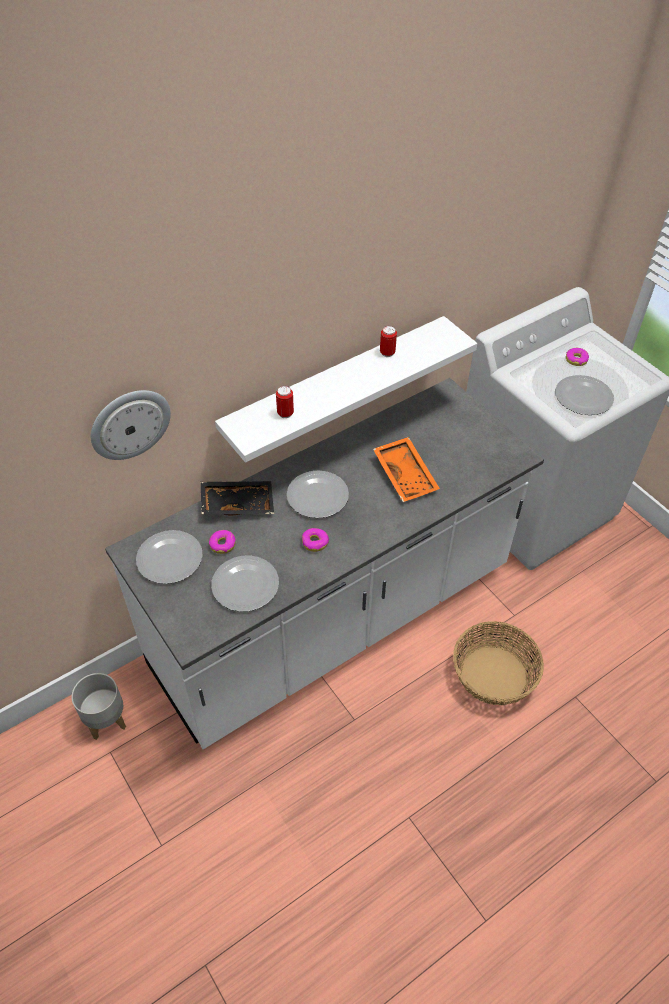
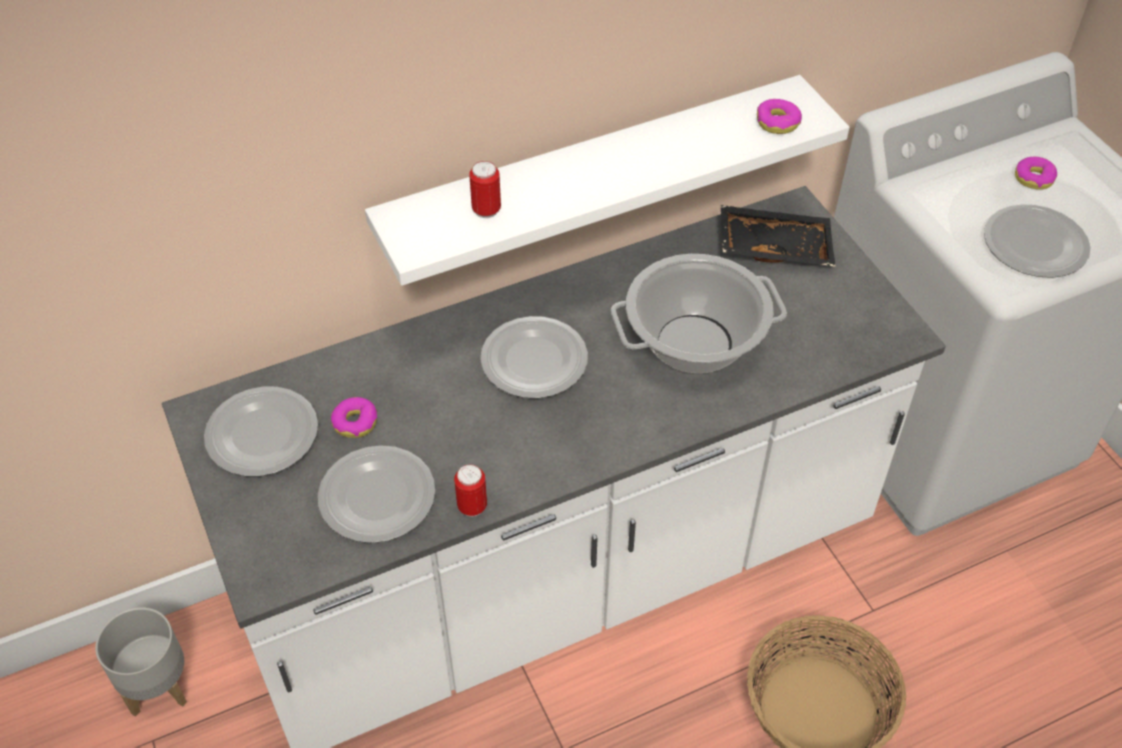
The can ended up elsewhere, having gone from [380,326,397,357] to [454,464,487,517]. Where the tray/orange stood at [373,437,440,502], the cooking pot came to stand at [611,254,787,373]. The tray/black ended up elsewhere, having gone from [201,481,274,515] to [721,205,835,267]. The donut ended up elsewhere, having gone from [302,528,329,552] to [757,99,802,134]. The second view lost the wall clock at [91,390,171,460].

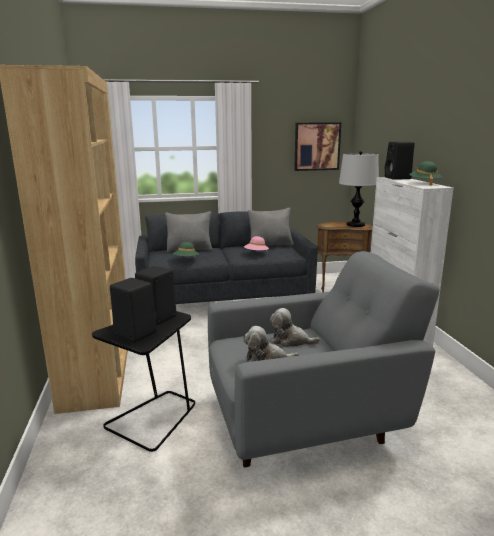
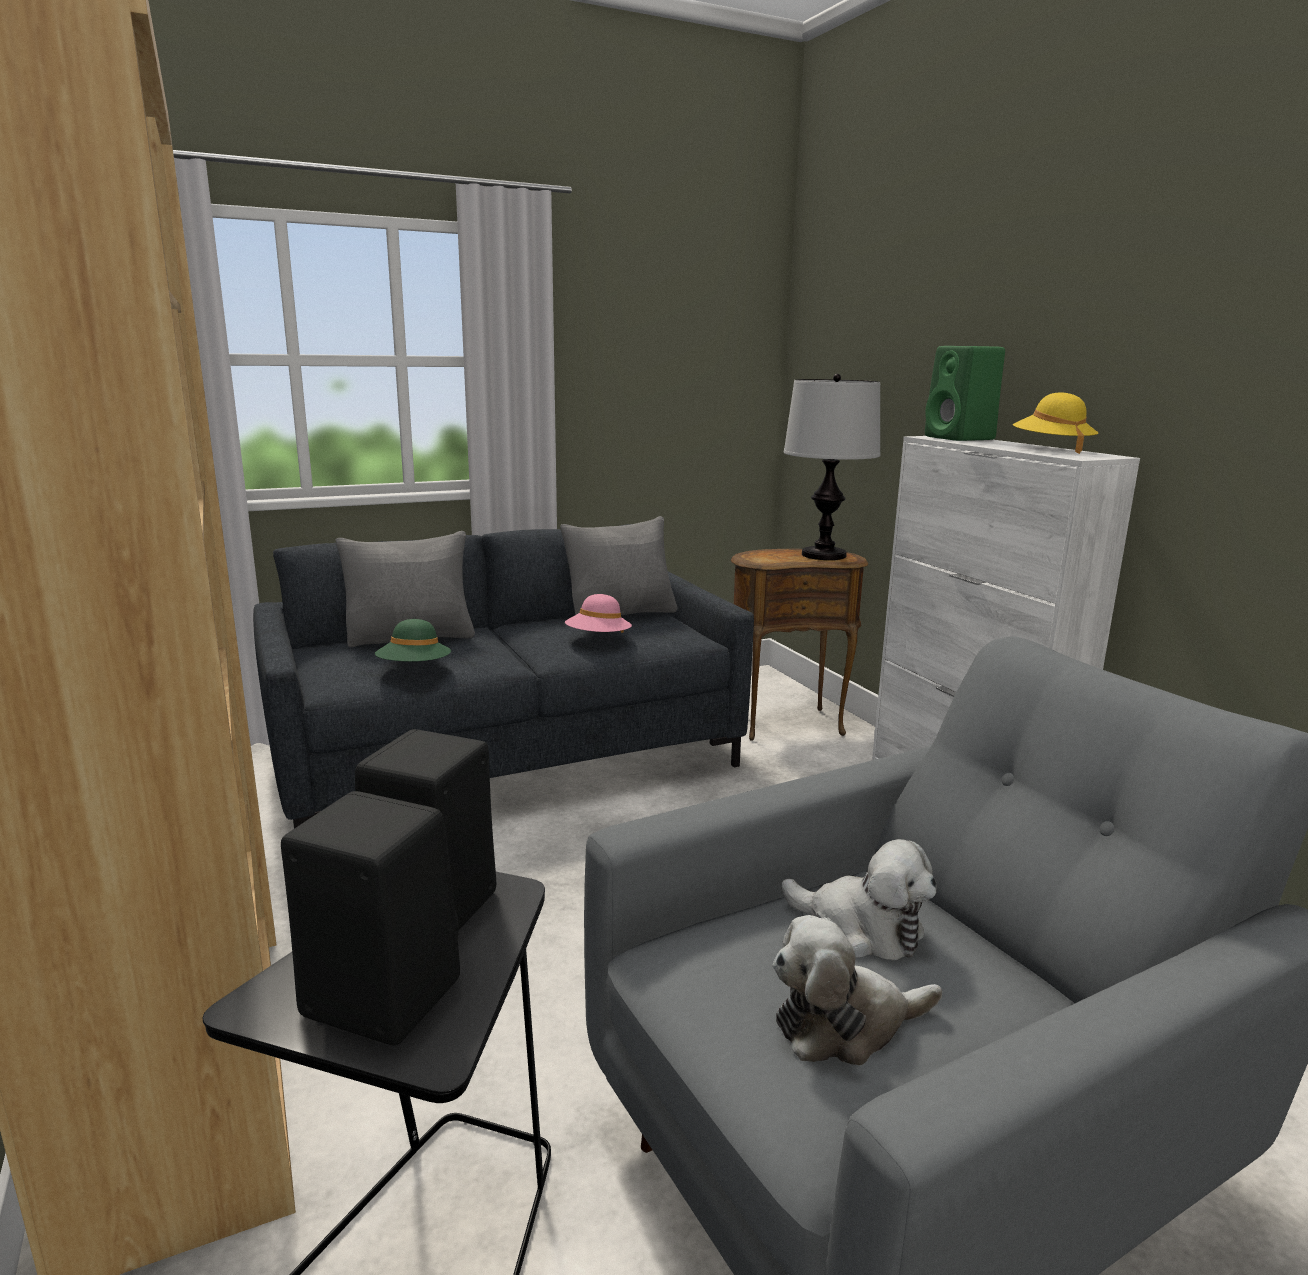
The plush toy at [270,308,320,347] ended up facing another way, 150 degrees counterclockwise from before. What was the speaker/black at [385,141,415,180] turned into the speaker/green at [925,346,1005,441]. What was the hat/green at [409,161,443,185] turned into the hat/yellow at [1013,392,1098,454]. The second view lost the picture at [294,122,341,171].

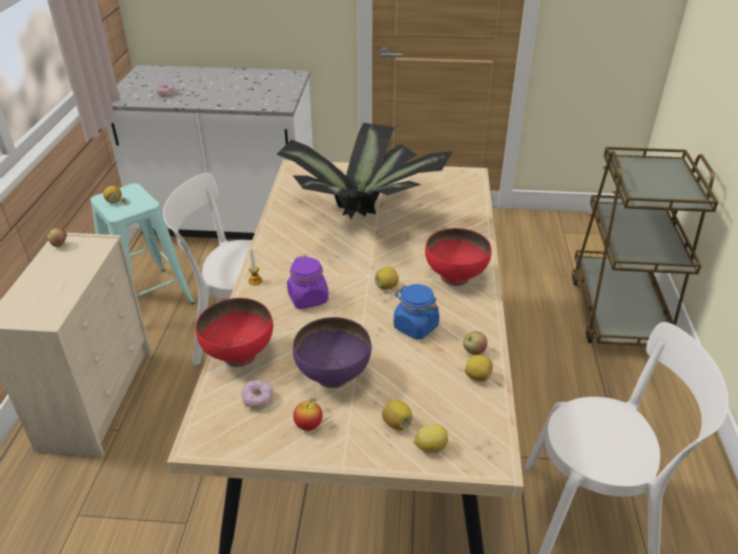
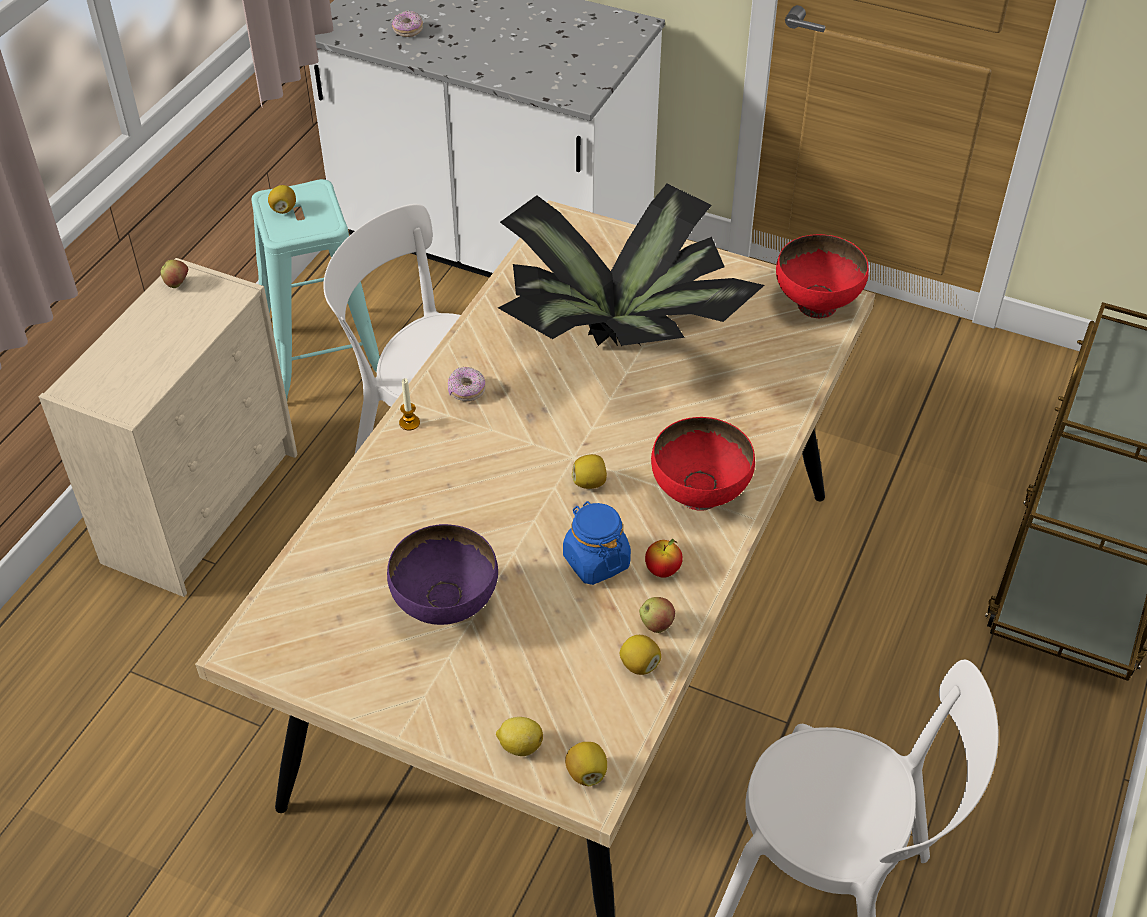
The donut ended up elsewhere, having gone from [241,380,274,409] to [448,367,486,402]. The lemon ended up elsewhere, having gone from [382,400,413,430] to [565,742,607,786]. The apple ended up elsewhere, having gone from [293,398,323,431] to [645,539,683,577]. The bowl/red ended up elsewhere, having gone from [196,298,273,367] to [776,234,869,318]. The second view lost the jar/purple at [287,256,329,309].

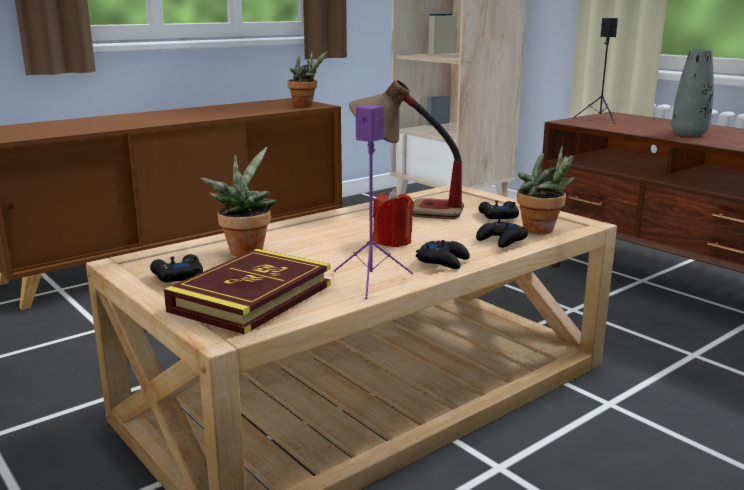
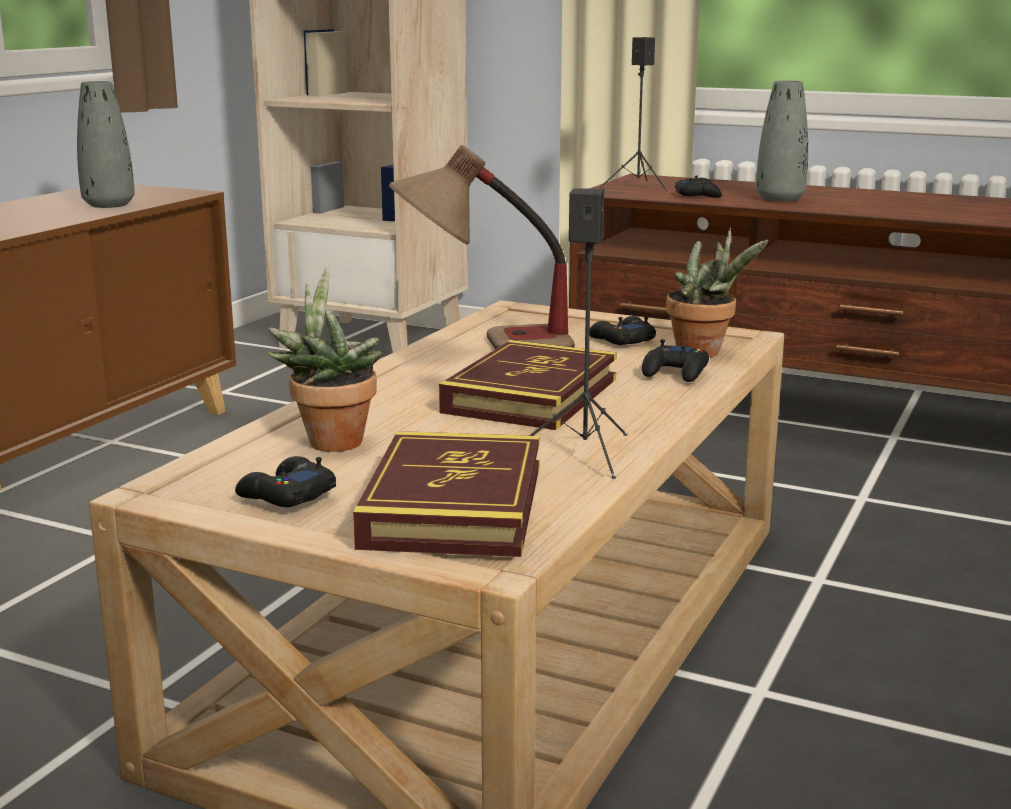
The second view gained the vase/grey at [77,81,135,208]. Where the candle/red stood at [373,188,414,247], the book came to stand at [439,340,617,430]. What was the speaker/purple at [334,105,413,299] turned into the speaker/black at [529,188,627,479]. The game controller/black ended up elsewhere, having gone from [416,240,470,269] to [674,176,722,198]. The second view lost the potted plant at [288,50,328,106].

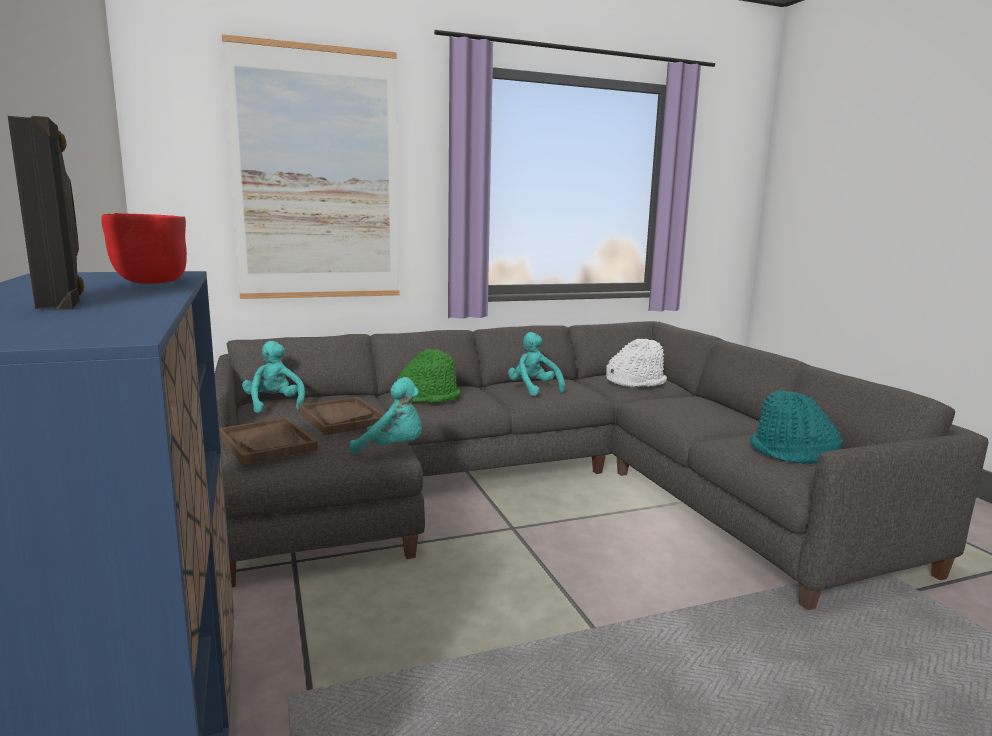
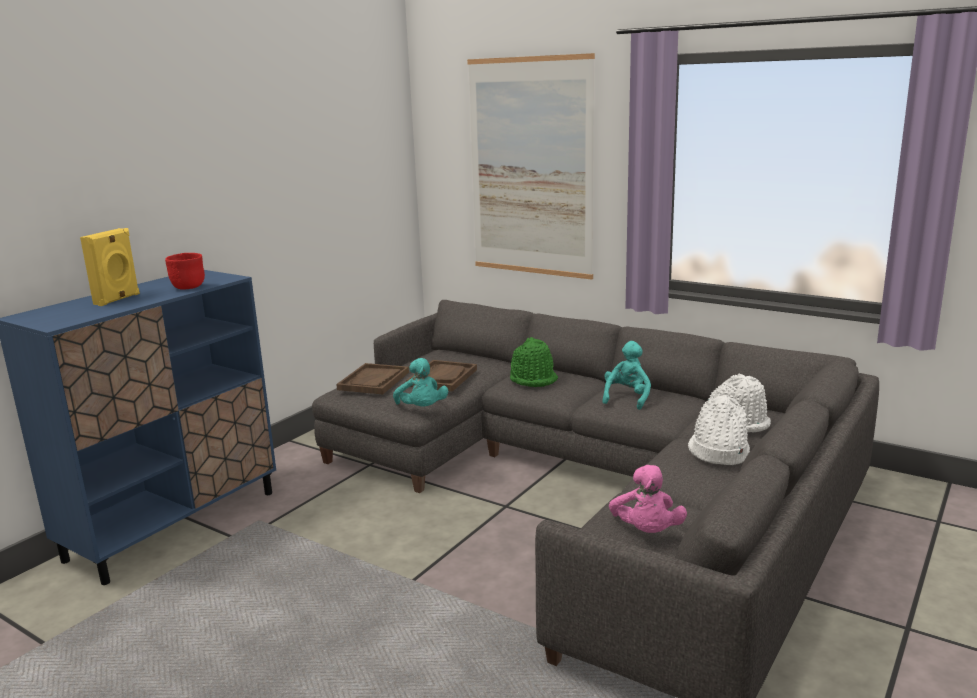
What was the speaker/black at [8,116,84,310] turned into the speaker/yellow at [80,228,140,306]. Where the hat/turquoise stood at [750,390,843,464], the plush toy/pink came to stand at [609,465,687,533]. The second view gained the hat/white at [688,395,750,465]. The second view lost the plush toy/turquoise at [242,341,305,413].

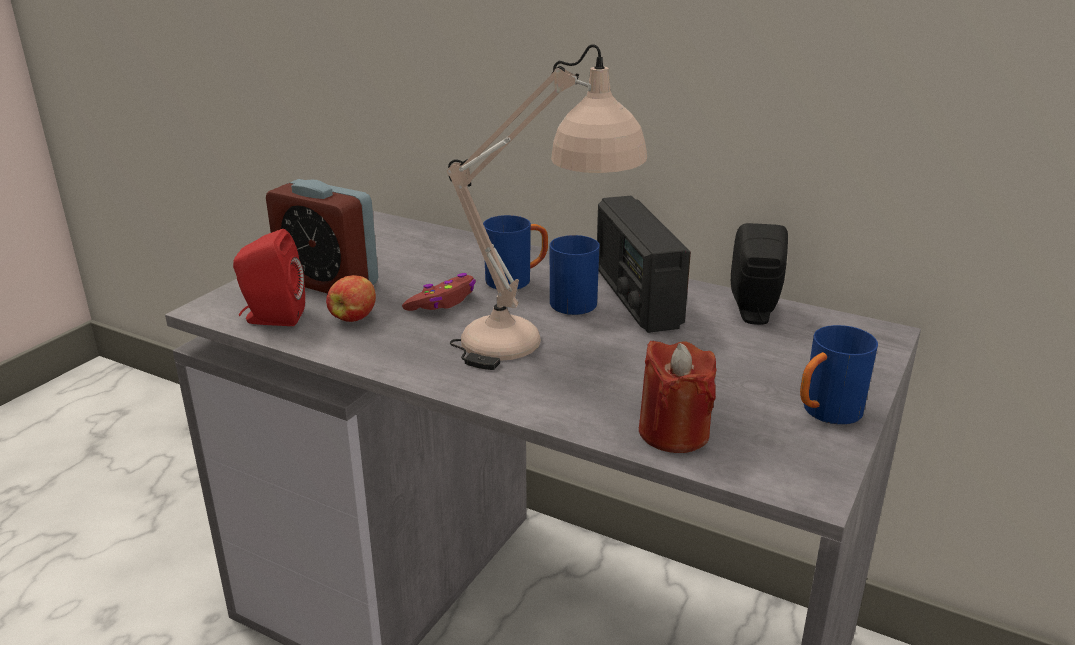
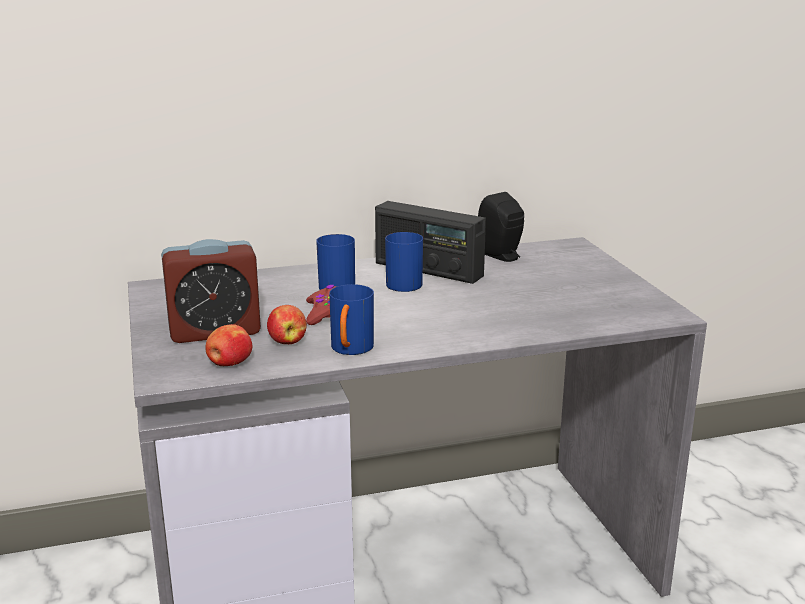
Where the speaker/red stood at [233,229,305,326], the apple came to stand at [205,324,253,366]. The mug/blue ended up elsewhere, having gone from [800,325,878,424] to [329,284,374,355]. The second view lost the table lamp/beige at [447,44,647,370]. The second view lost the candle/red at [639,340,717,453].

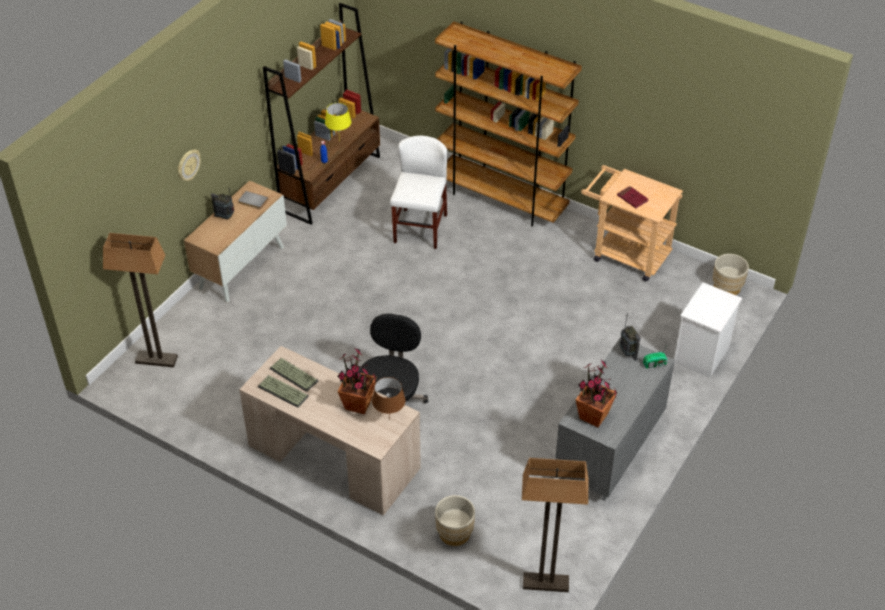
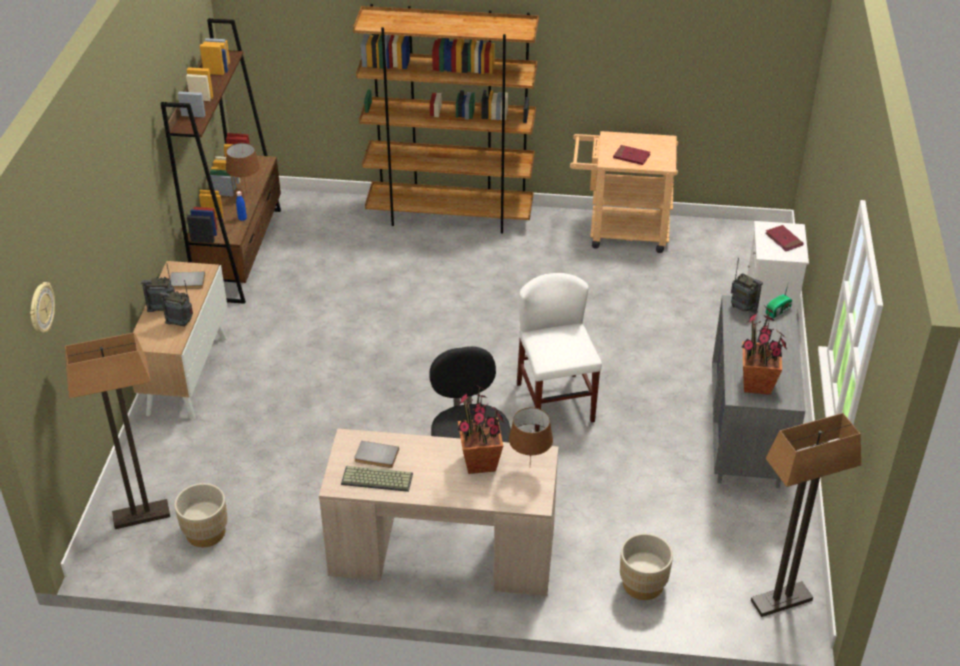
The wall clock ended up elsewhere, having gone from [178,149,201,181] to [30,282,55,333]. The second view gained the radio at [160,280,193,327]. The planter/beige ended up elsewhere, having gone from [713,254,749,295] to [174,483,228,547]. What was the table lamp/yellow at [325,103,351,141] turned into the table lamp/brown at [226,143,260,189]. Where the keyboard stood at [270,358,318,392], the book/grey came to stand at [354,441,399,468]. The chair/white ended up elsewhere, having gone from [390,135,447,249] to [517,273,602,432]. The second view gained the book/red at [765,225,804,251].

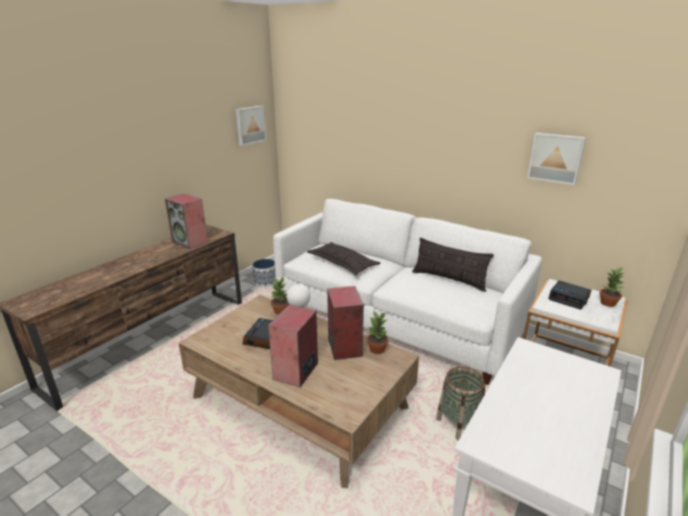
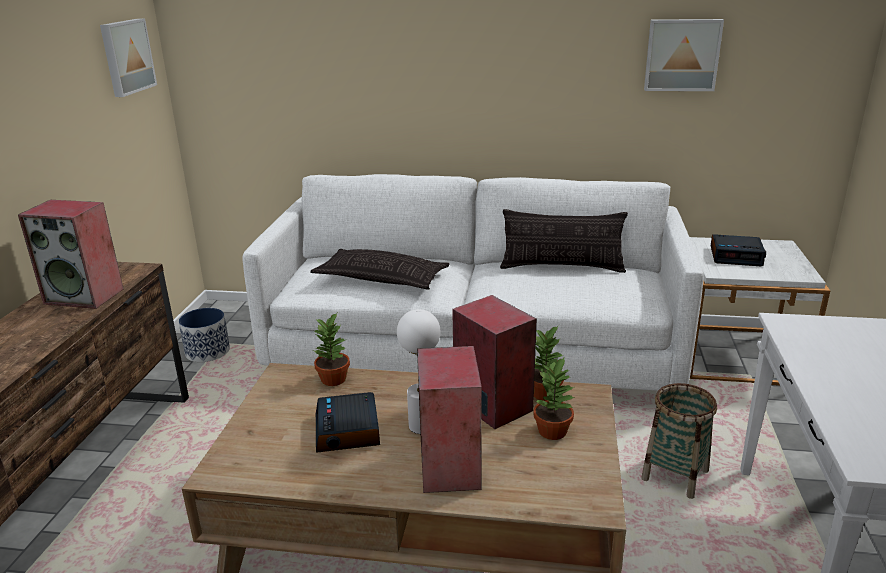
The potted plant ended up elsewhere, having gone from [600,267,624,307] to [533,356,575,440].

